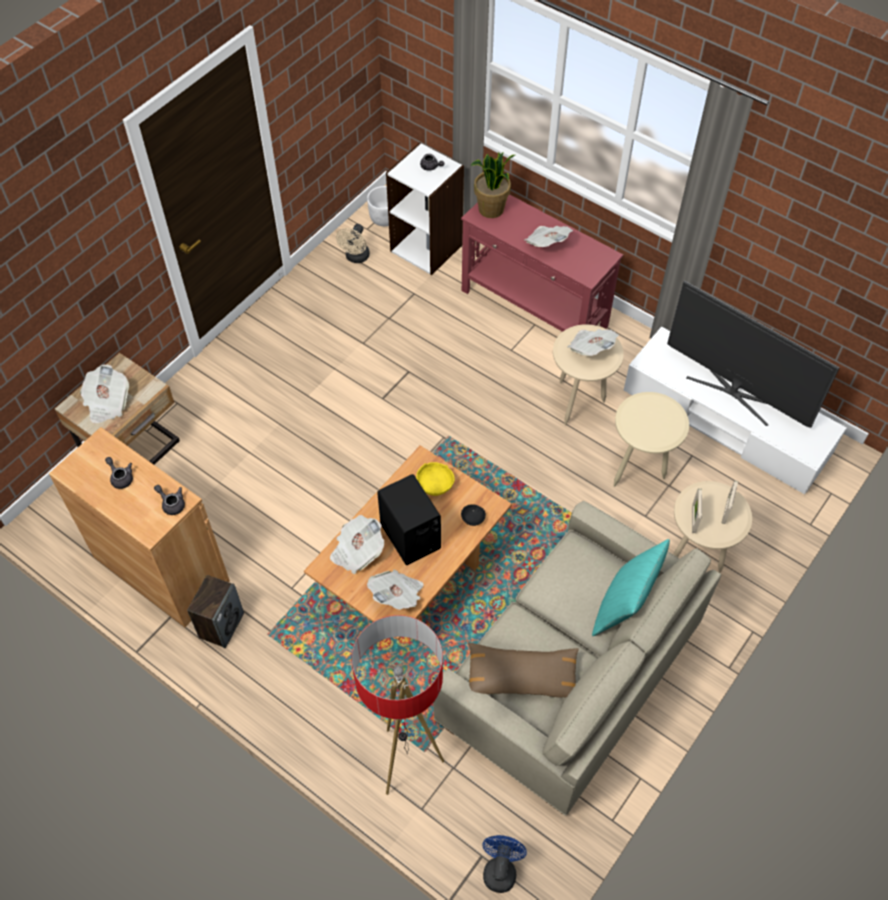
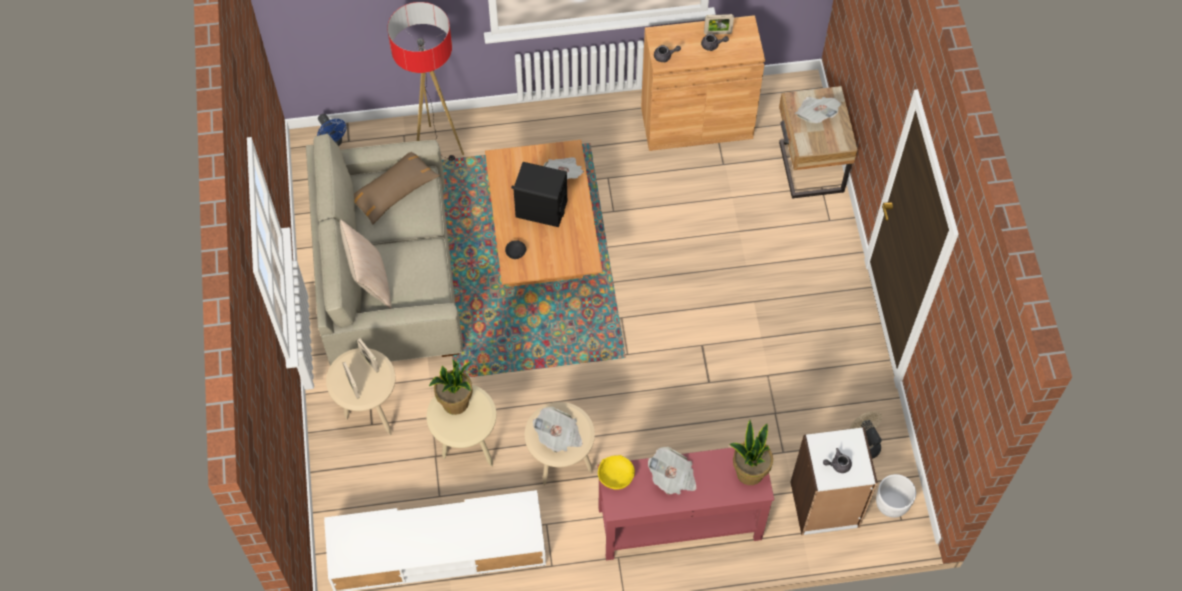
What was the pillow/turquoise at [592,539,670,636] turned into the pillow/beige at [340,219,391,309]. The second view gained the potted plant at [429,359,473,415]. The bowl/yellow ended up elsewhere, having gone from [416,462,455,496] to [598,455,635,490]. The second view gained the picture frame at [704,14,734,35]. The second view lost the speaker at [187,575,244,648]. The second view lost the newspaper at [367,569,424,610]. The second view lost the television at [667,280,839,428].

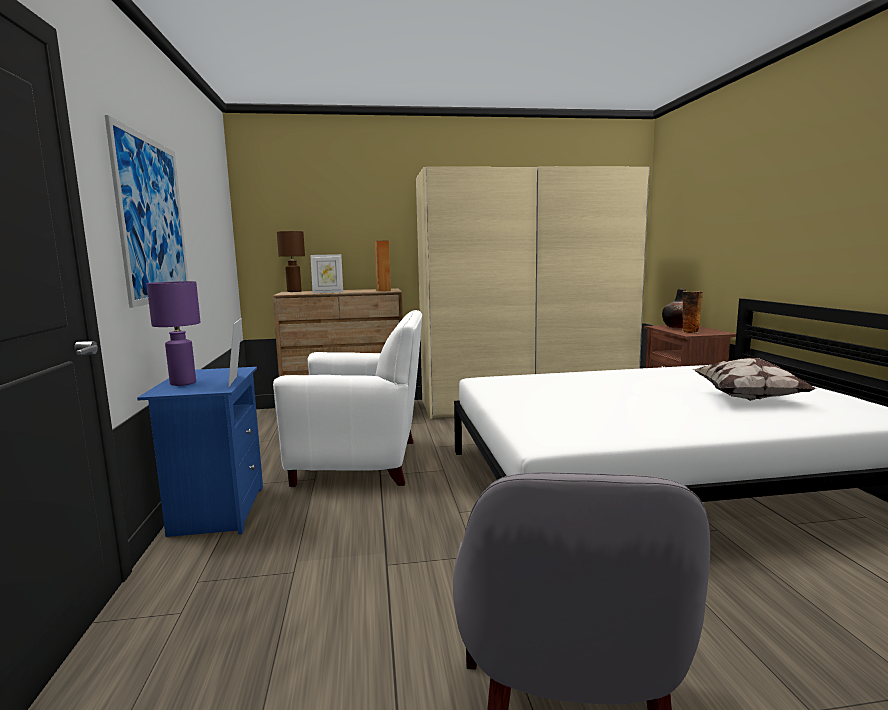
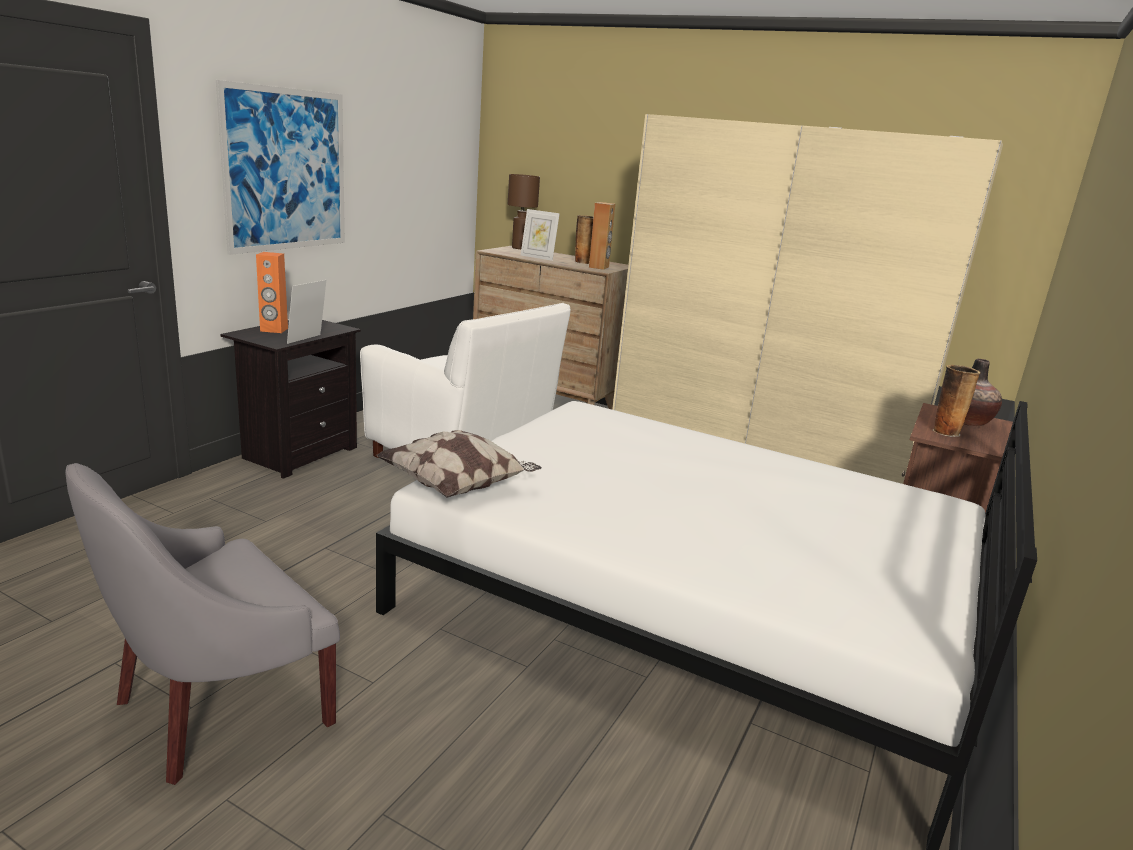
What was the nightstand/blue at [137,367,263,537] turned into the nightstand/black at [220,320,361,479]. Where the table lamp/purple stood at [146,281,201,386], the speaker/orange came to stand at [256,252,288,333]. The pillow ended up elsewhere, having gone from [693,358,816,401] to [376,430,542,498]. The second view gained the vase at [574,215,593,264].

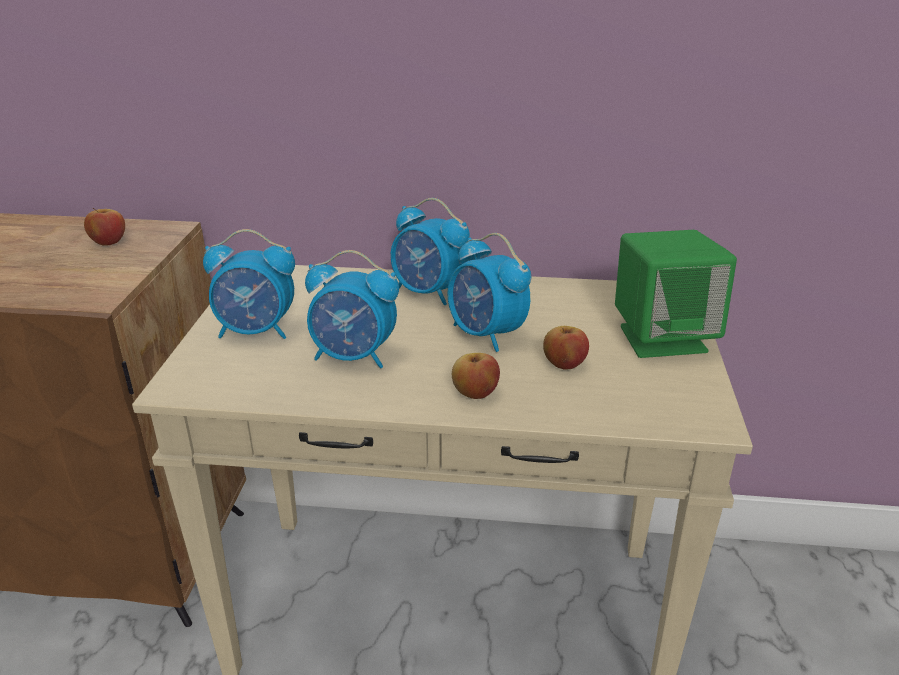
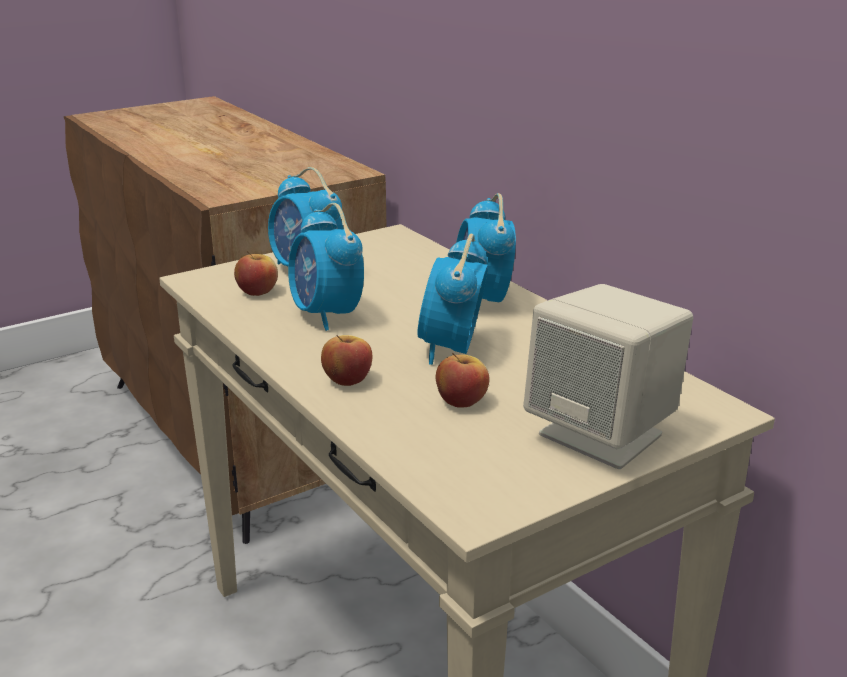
The apple ended up elsewhere, having gone from [84,208,125,246] to [234,251,278,296]. What was the speaker/green at [615,230,737,358] turned into the speaker/beige at [523,284,693,469].

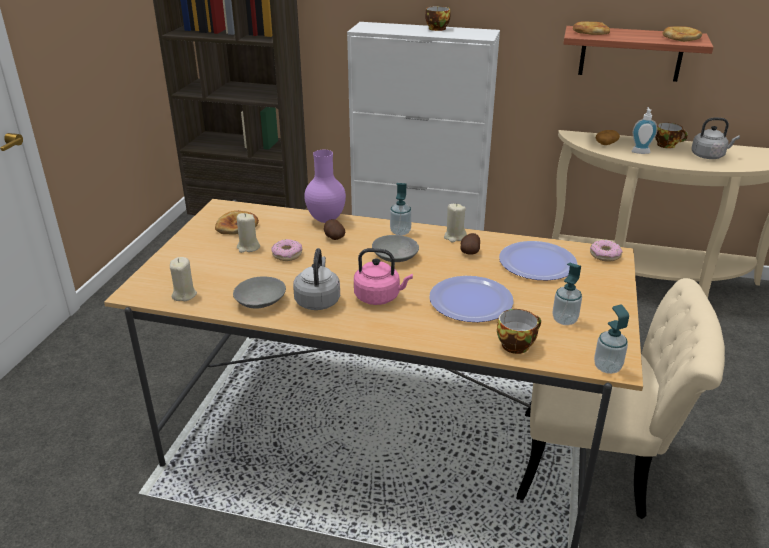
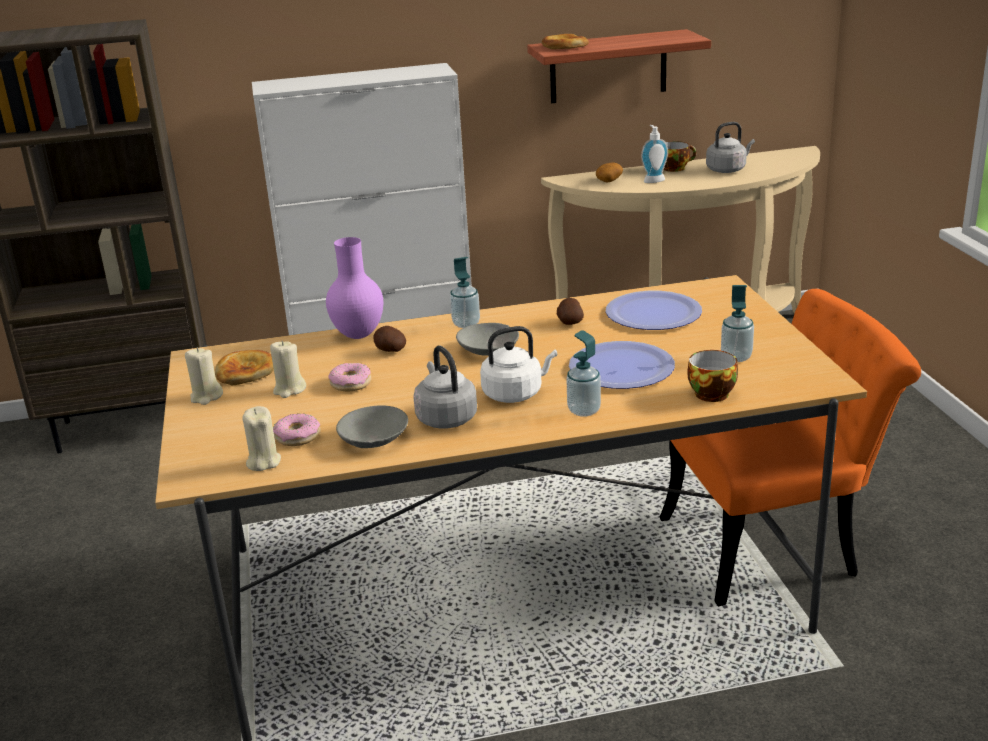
The candle/beige ended up elsewhere, having gone from [444,203,467,242] to [185,348,223,405]. The donut ended up elsewhere, having gone from [590,240,623,262] to [273,413,321,446]. What was the kettle/pink at [354,248,413,305] turned into the kettle/white at [480,326,557,403]. The soap dispenser ended up elsewhere, having gone from [594,304,629,374] to [566,330,601,417]. What was the chair/beige at [517,278,725,519] turned into the chair/orange at [660,289,921,606]. The second view lost the cup at [425,6,451,31]. The second view lost the bread at [663,26,702,42].

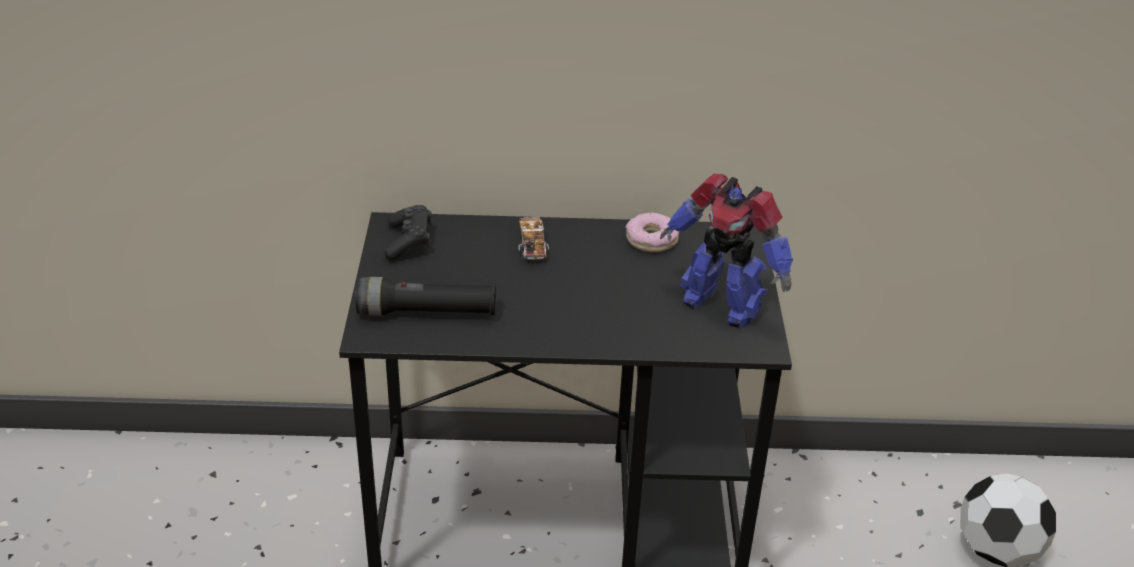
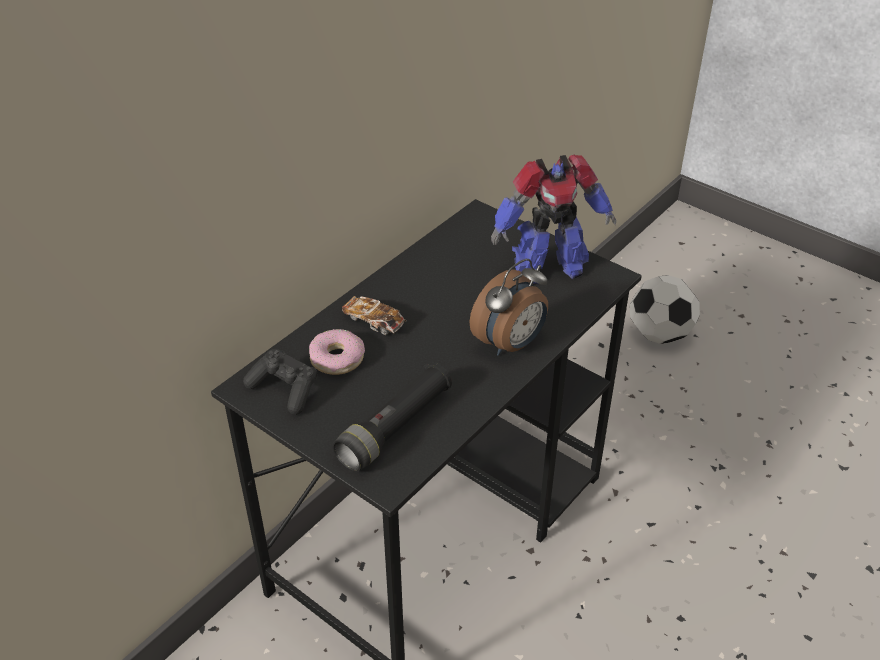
The donut ended up elsewhere, having gone from [625,212,679,252] to [309,329,365,375]. The second view gained the alarm clock at [469,259,548,356].

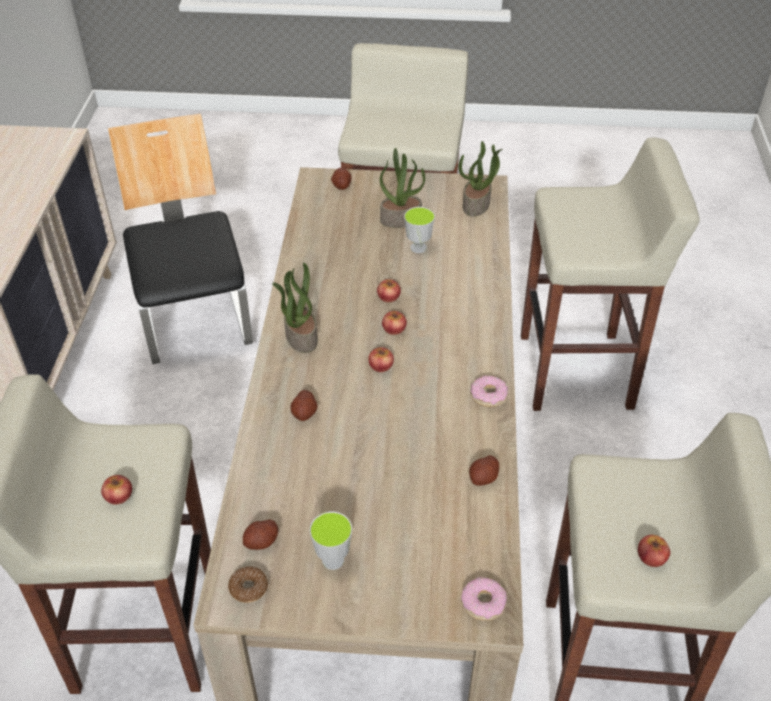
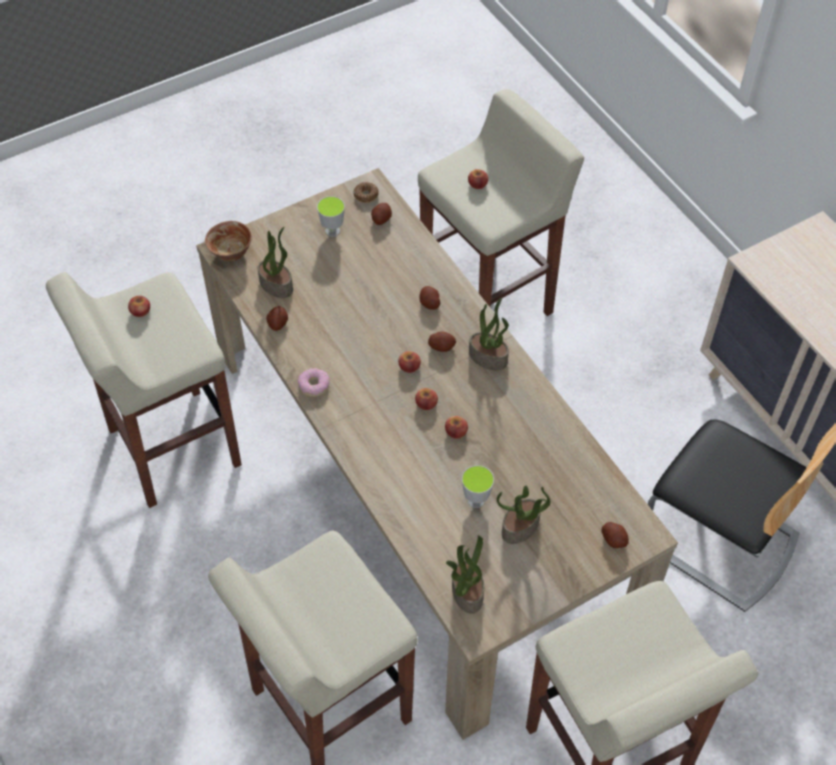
Where the donut stood at [461,577,507,621], the bowl came to stand at [205,221,252,262]. The second view gained the potted plant at [258,227,293,298]. The second view gained the potato at [428,331,456,352].

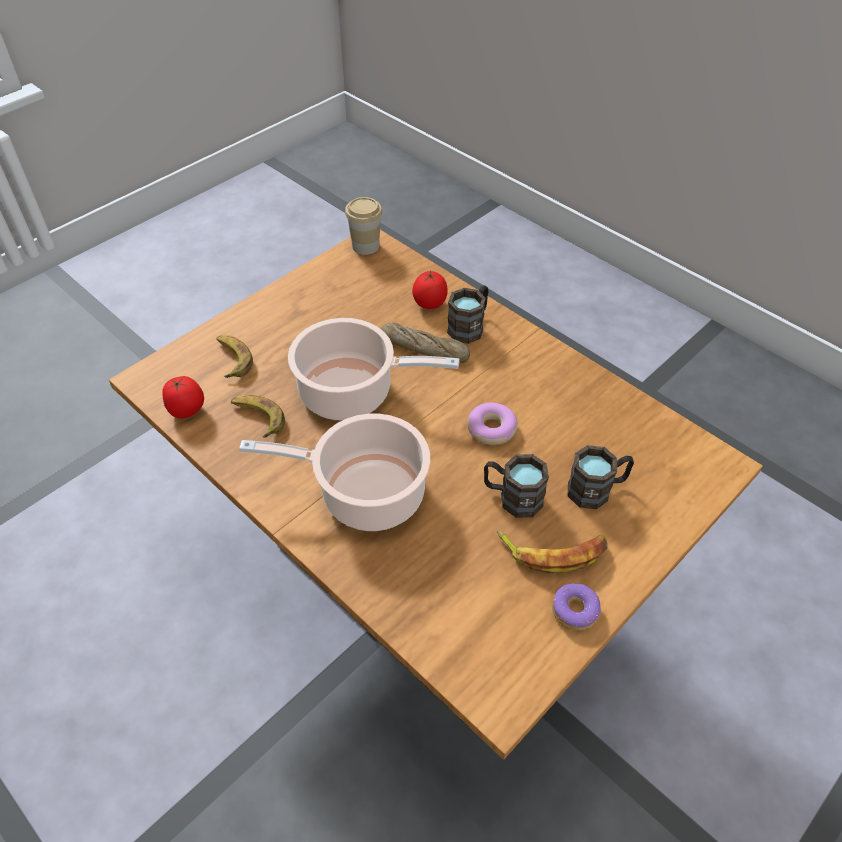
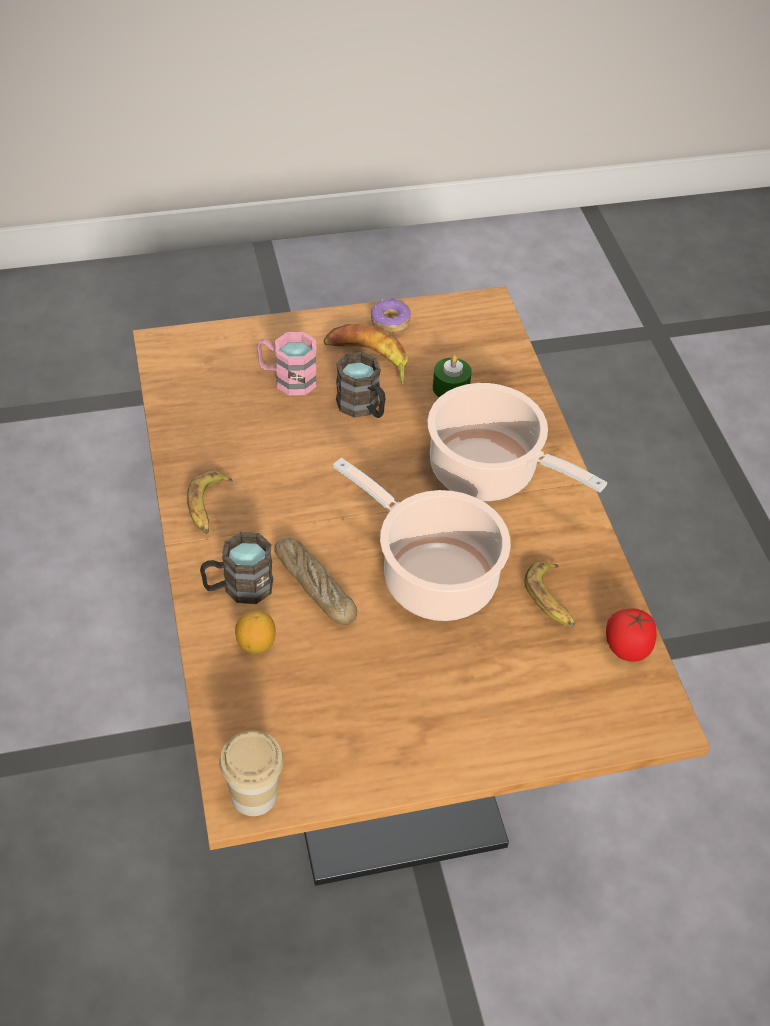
The banana ended up elsewhere, having gone from [216,335,253,378] to [187,470,233,534]. Where the tomato stood at [412,270,447,309], the lemon came to stand at [235,610,276,654]. What was the mug/brown at [568,445,634,509] turned into the mug/pink at [256,332,317,396]. The second view gained the candle/green at [433,355,472,397]. The second view lost the donut at [467,403,518,445].

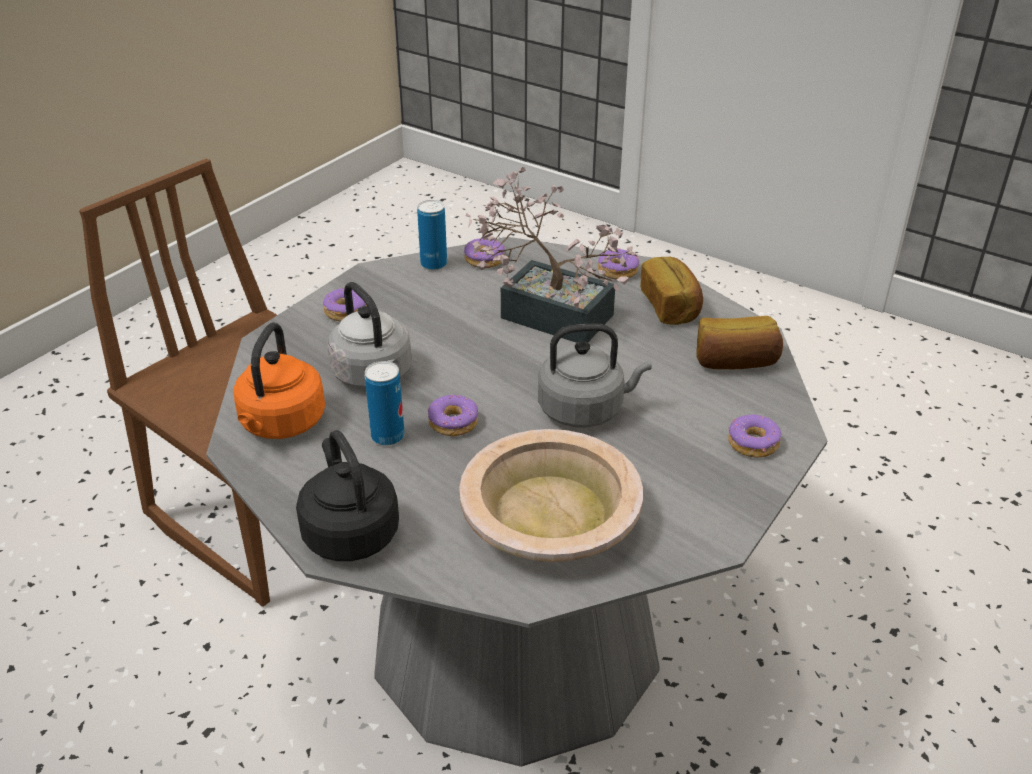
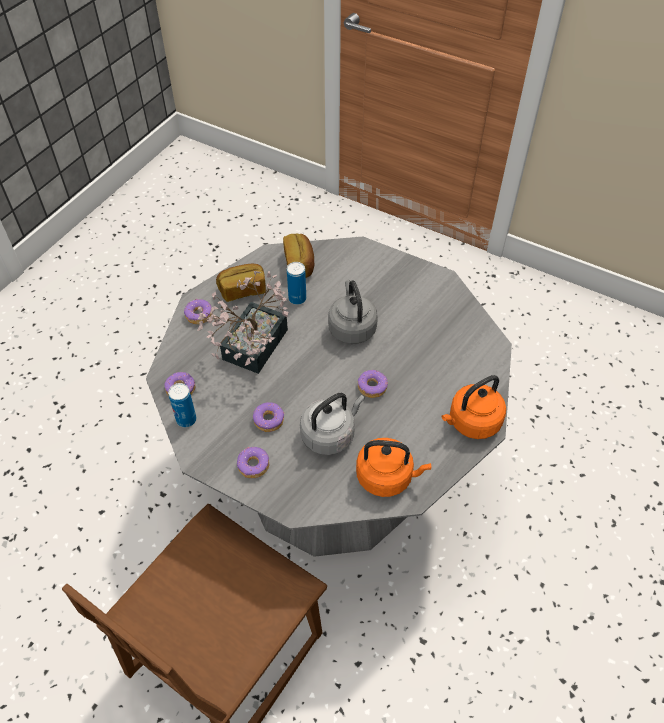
The donut ended up elsewhere, having gone from [728,414,781,458] to [253,402,284,432]. The can ended up elsewhere, having gone from [365,361,405,446] to [287,262,306,305]. What was the kettle/black at [296,430,399,561] turned into the kettle/orange at [441,375,506,439]. The second view lost the bowl/beige at [459,429,643,562].

